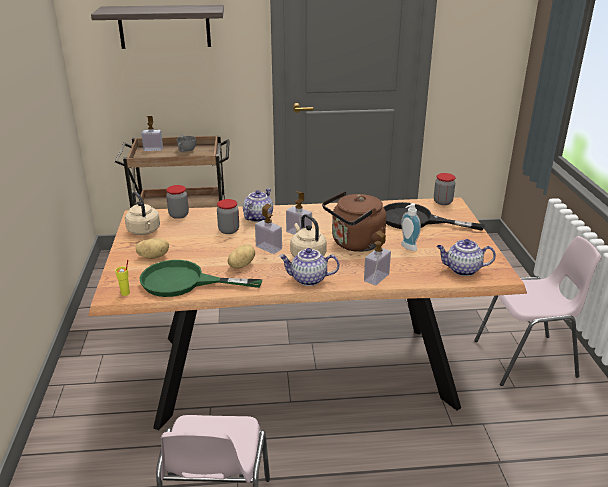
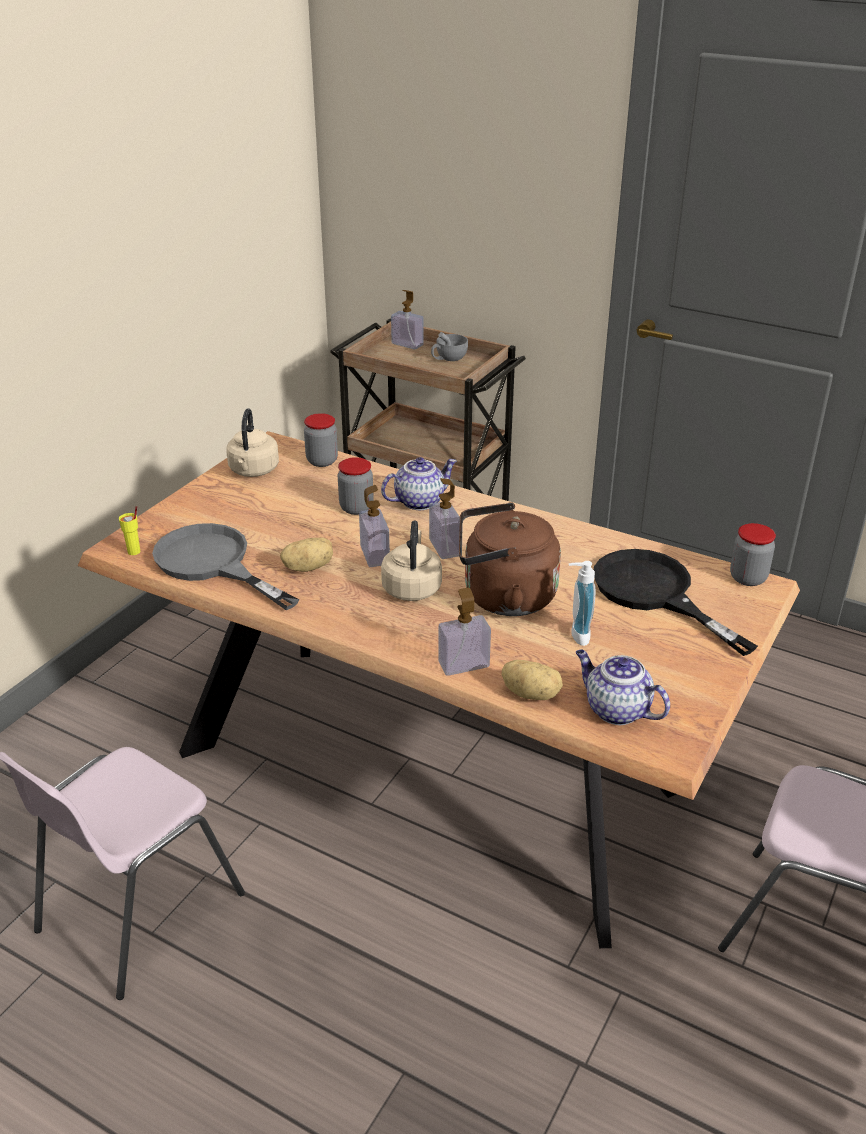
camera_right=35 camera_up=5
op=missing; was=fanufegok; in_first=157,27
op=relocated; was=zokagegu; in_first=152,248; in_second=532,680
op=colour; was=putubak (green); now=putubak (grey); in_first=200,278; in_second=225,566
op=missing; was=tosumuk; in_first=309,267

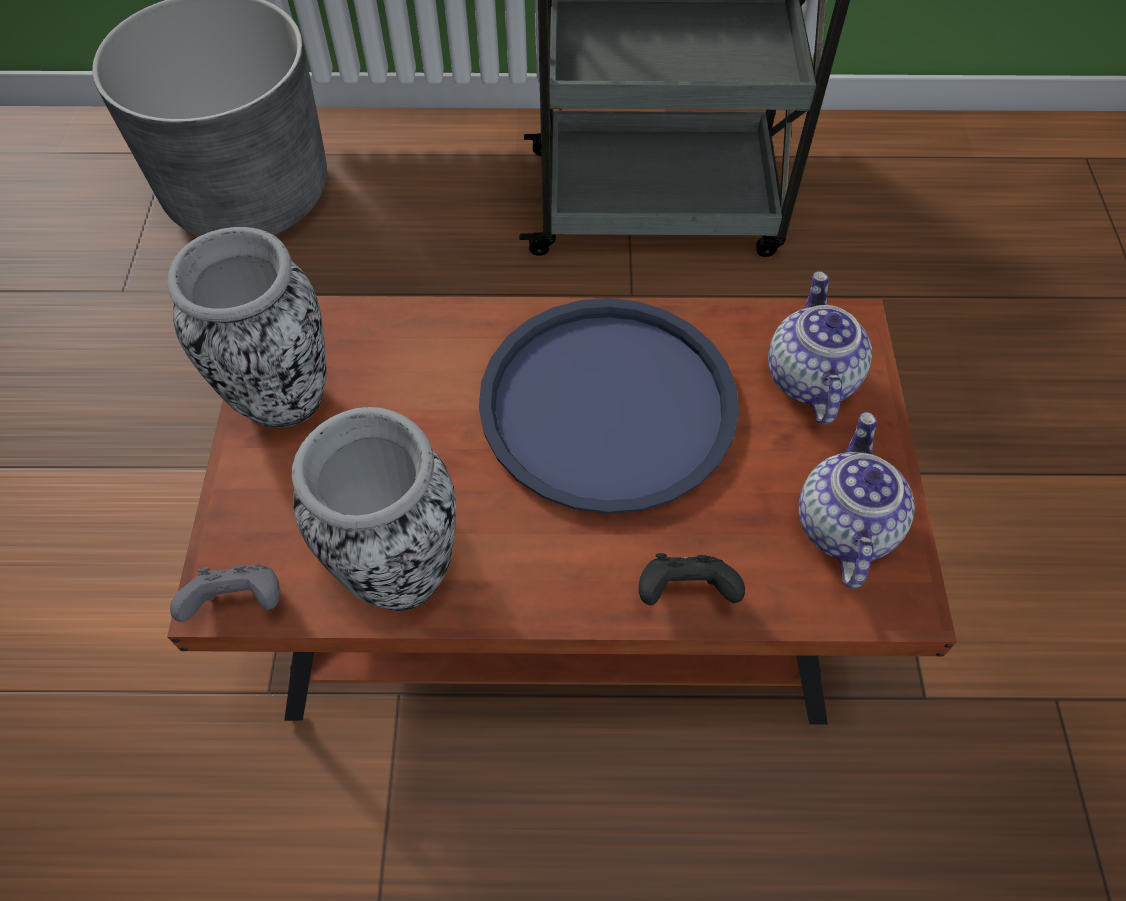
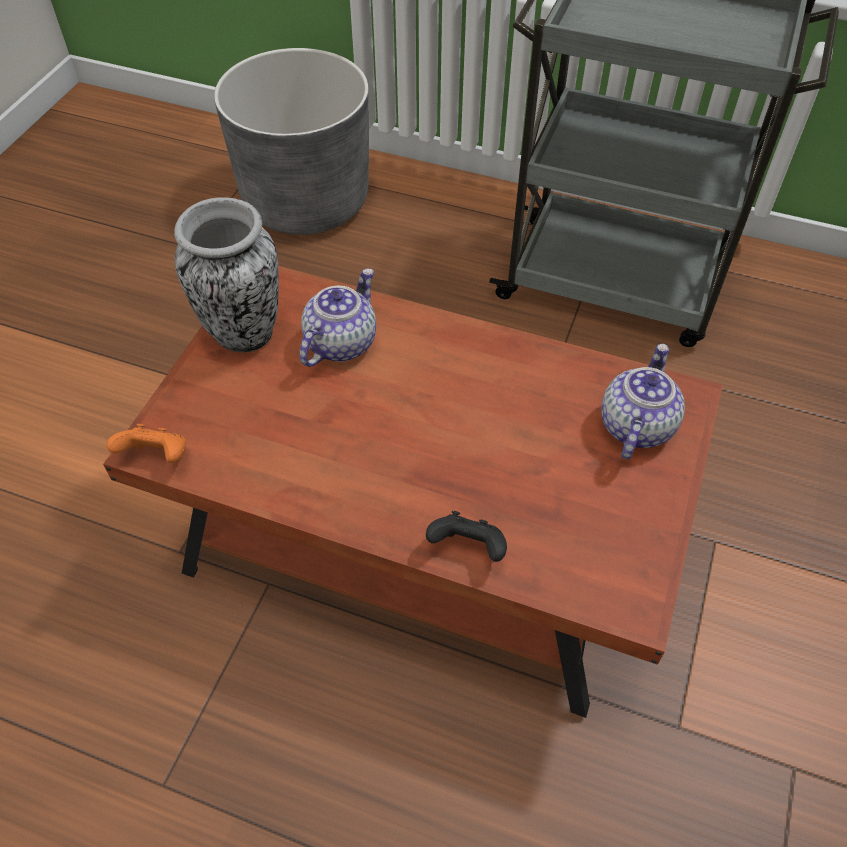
camera_right=20 camera_up=-5
op=colour; was=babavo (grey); now=babavo (orange); in_first=225,593; in_second=146,443
op=missing; was=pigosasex; in_first=374,509
op=missing; was=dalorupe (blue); in_first=609,406
op=relocated; was=tosumuk; in_first=857,500; in_second=337,317

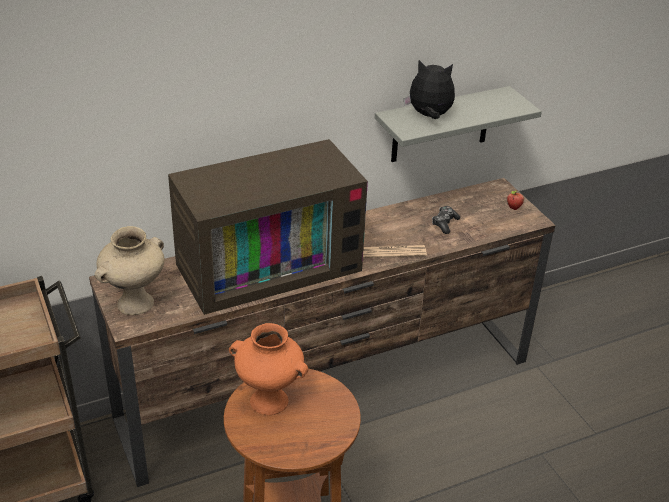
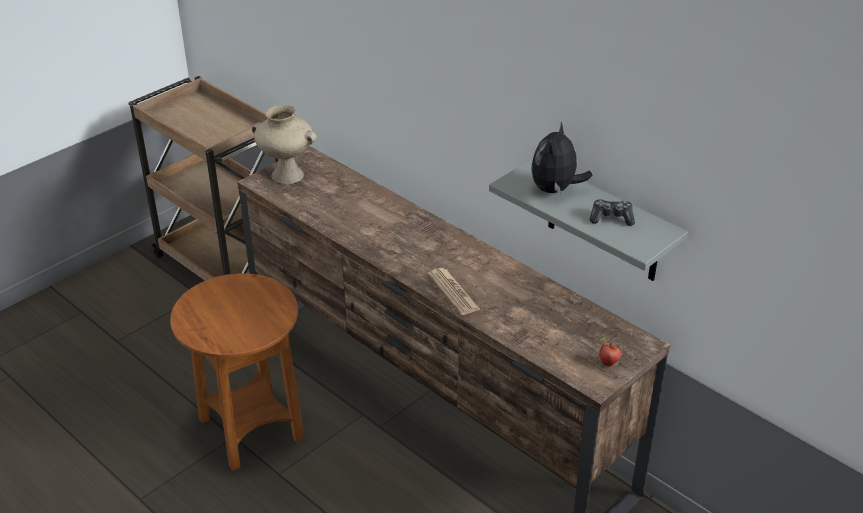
camera_right=70 camera_up=0
op=missing; was=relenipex; in_first=268,227
op=missing; was=pigosasex (orange); in_first=268,369
op=spun; was=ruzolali; in_first=429,89; in_second=561,158; clockwise=-150
op=relocated; was=babavo; in_first=446,220; in_second=612,212

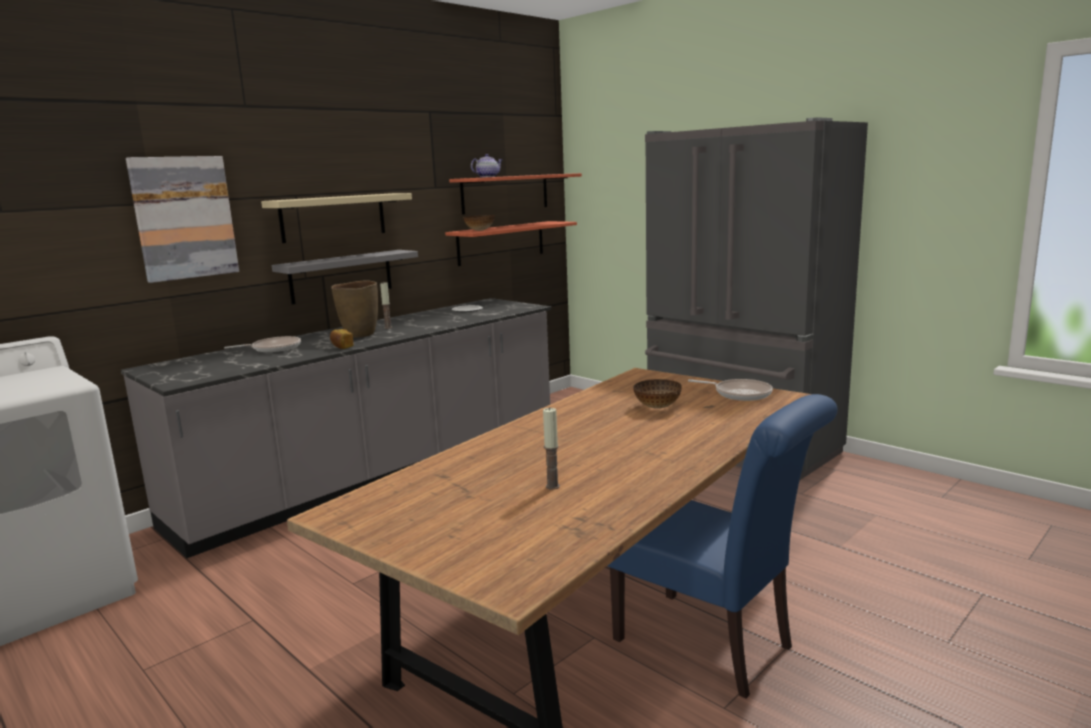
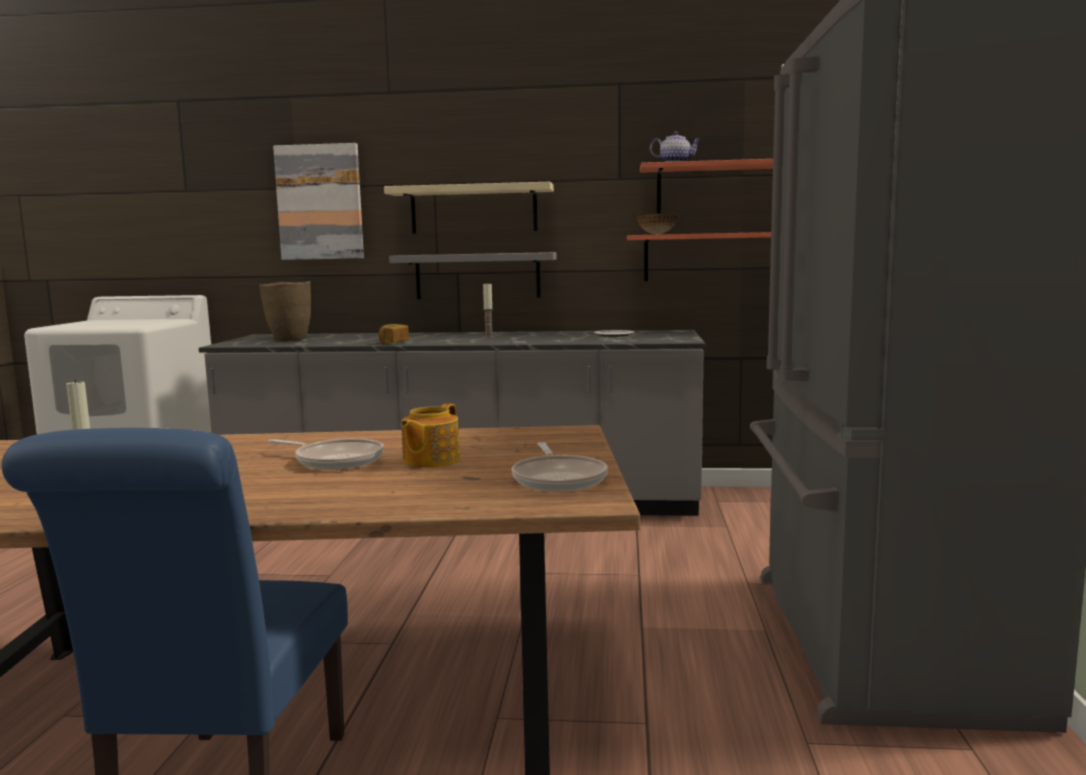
camera_right=50 camera_up=-5
op=relocated; was=putubak; in_first=262,344; in_second=326,454
op=relocated; was=pigosasex (brown); in_first=354,309; in_second=285,311
op=exchanged; was=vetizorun; now=tosumuk; in_first=657,394; in_second=430,435

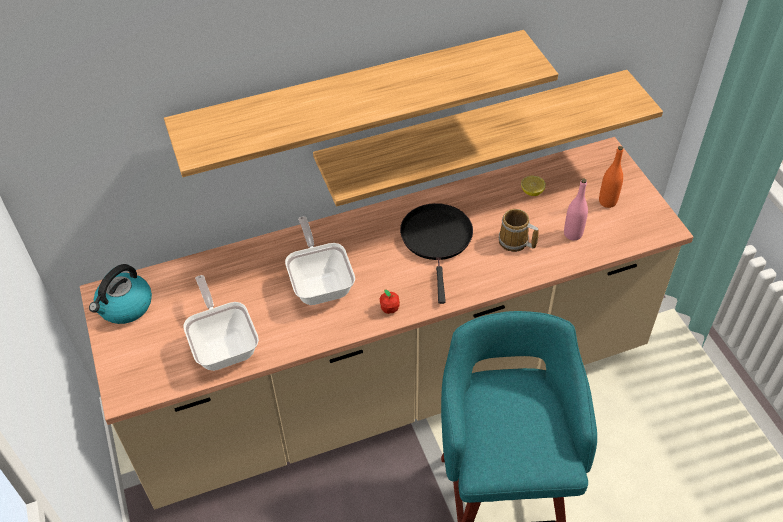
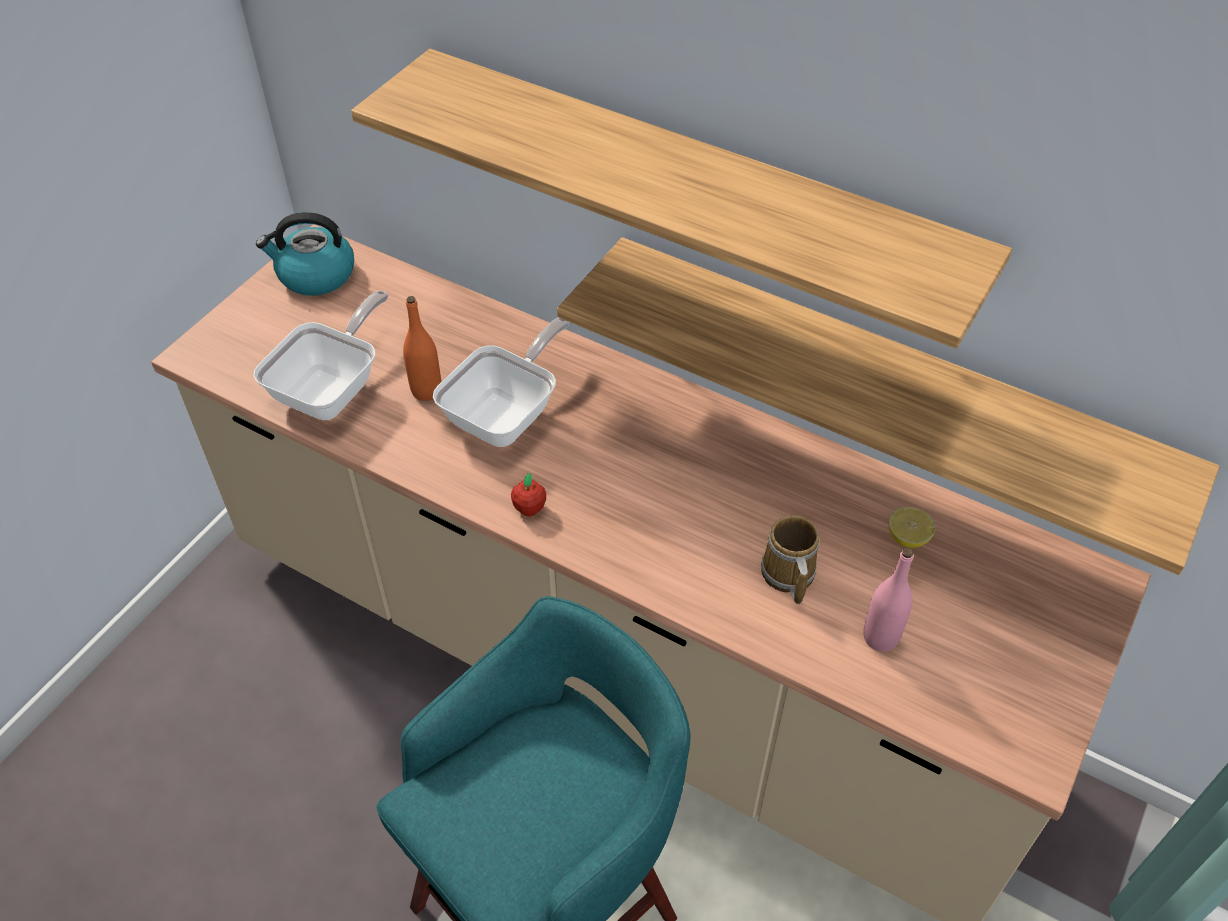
camera_right=50 camera_up=0
op=missing; was=putubak (black); in_first=436,253
op=relocated; was=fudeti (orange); in_first=611,177; in_second=422,348

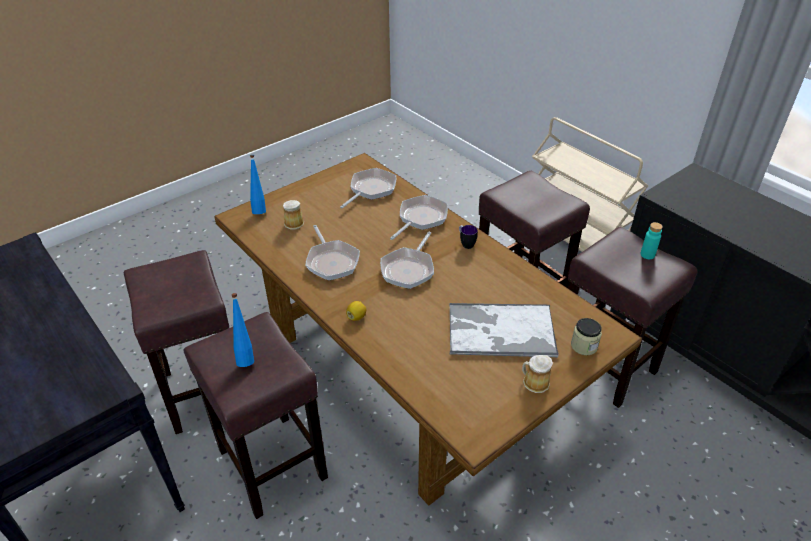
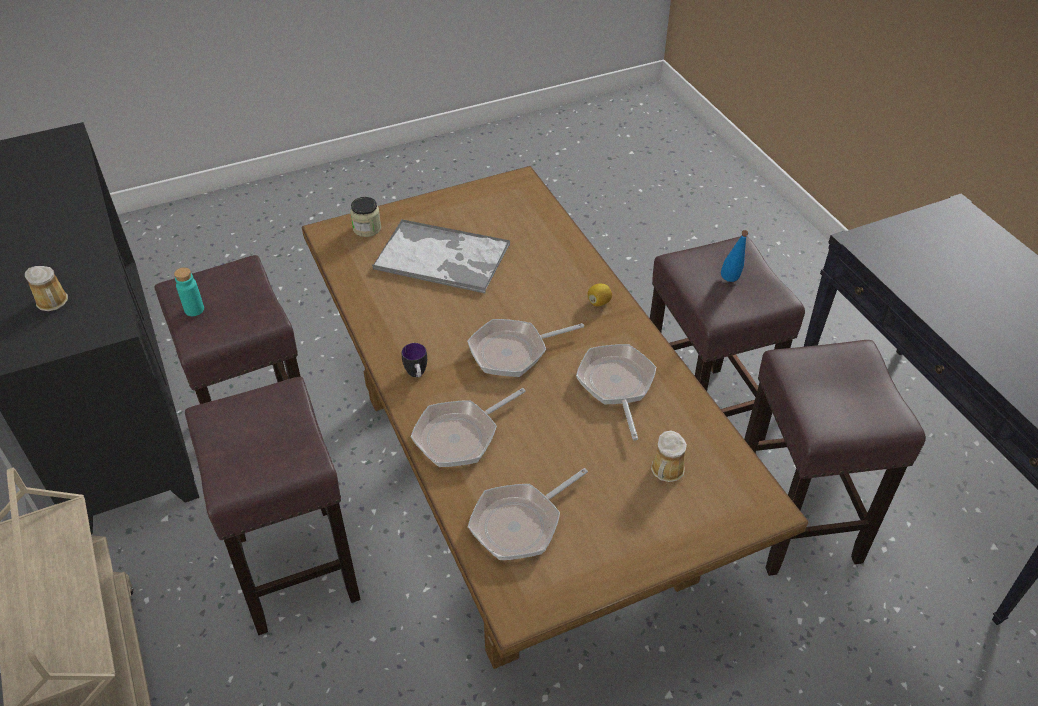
camera_right=-165 camera_up=5
op=missing; was=fudeti (blue); in_first=258,184
op=spun; was=putubak; in_first=407,260; in_second=525,348; clockwise=-150
op=relocated; was=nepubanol; in_first=537,374; in_second=46,288

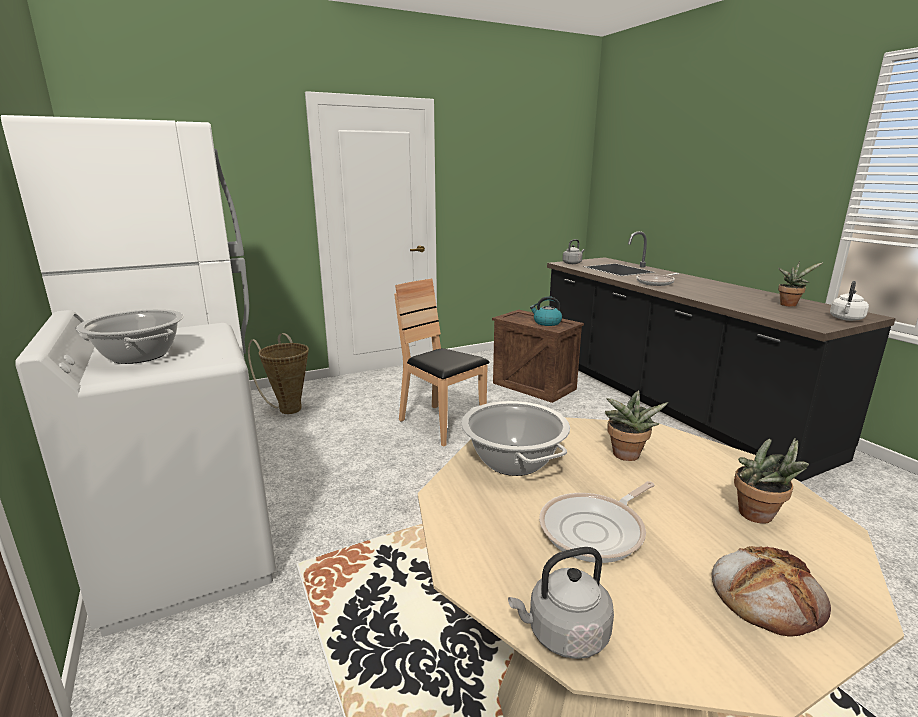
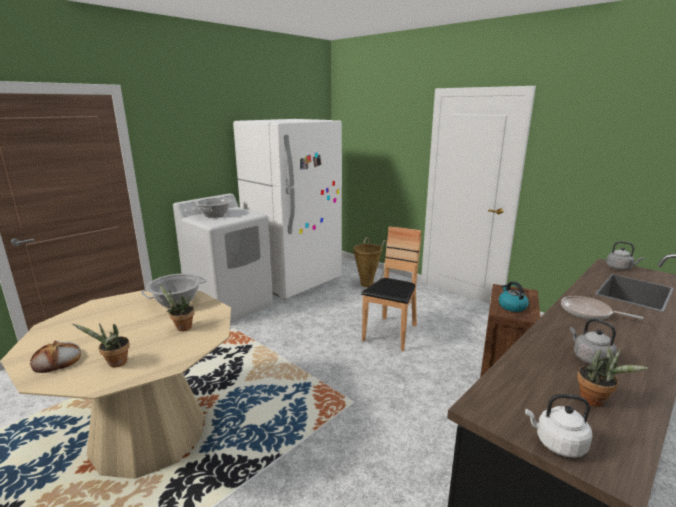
camera_right=70 camera_up=0
op=relocated; was=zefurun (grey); in_first=561,603; in_second=593,342
op=missing; was=putubak; in_first=596,522

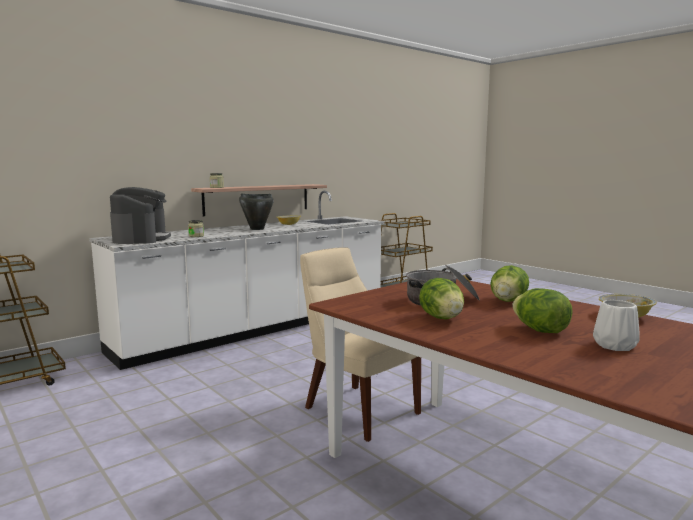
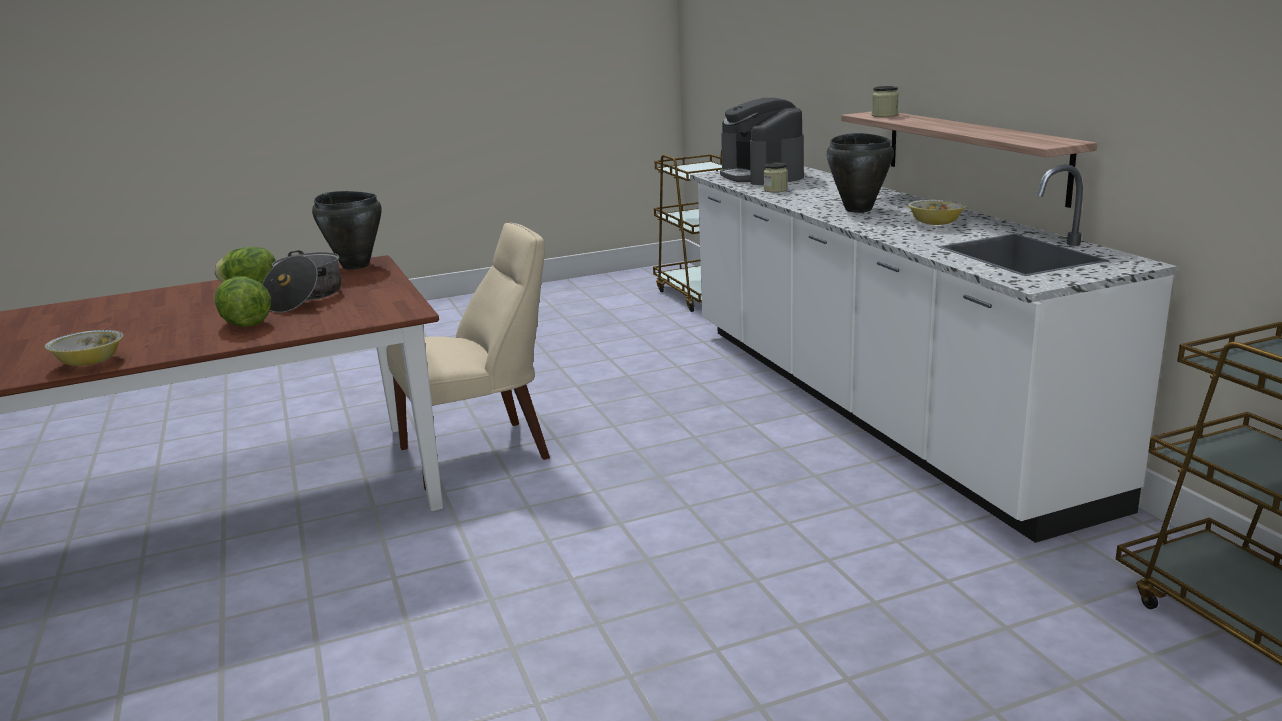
camera_right=110 camera_up=10
op=spun; was=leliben; in_first=140,215; in_second=762,141; clockwise=60
op=missing; was=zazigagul; in_first=542,310
op=missing; was=pigosasex (white); in_first=616,325
op=appeared; now=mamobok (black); in_second=347,230

